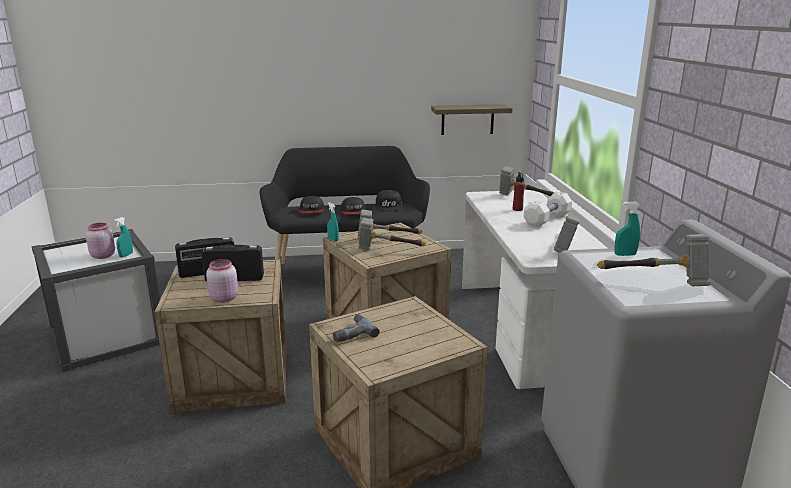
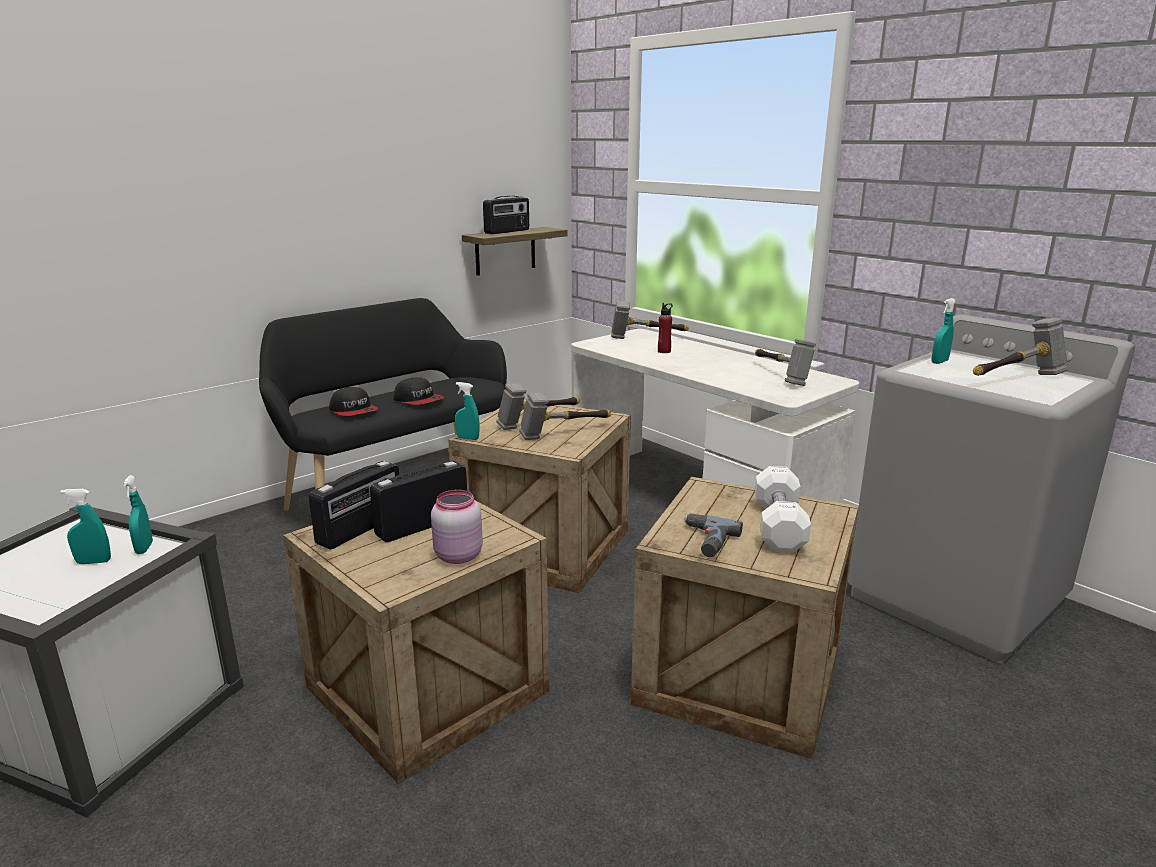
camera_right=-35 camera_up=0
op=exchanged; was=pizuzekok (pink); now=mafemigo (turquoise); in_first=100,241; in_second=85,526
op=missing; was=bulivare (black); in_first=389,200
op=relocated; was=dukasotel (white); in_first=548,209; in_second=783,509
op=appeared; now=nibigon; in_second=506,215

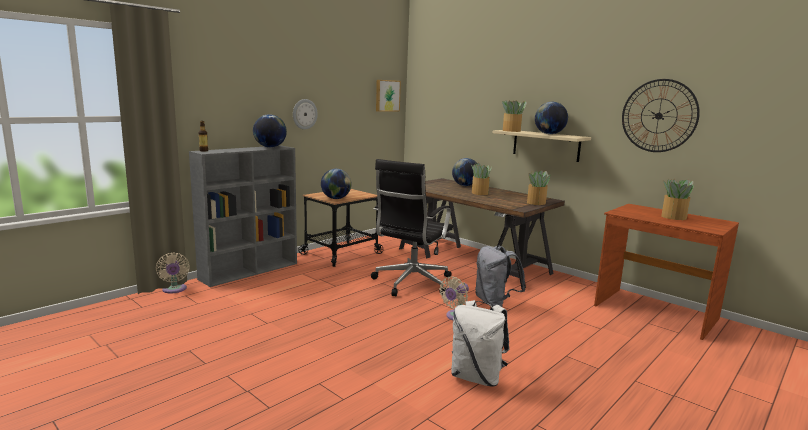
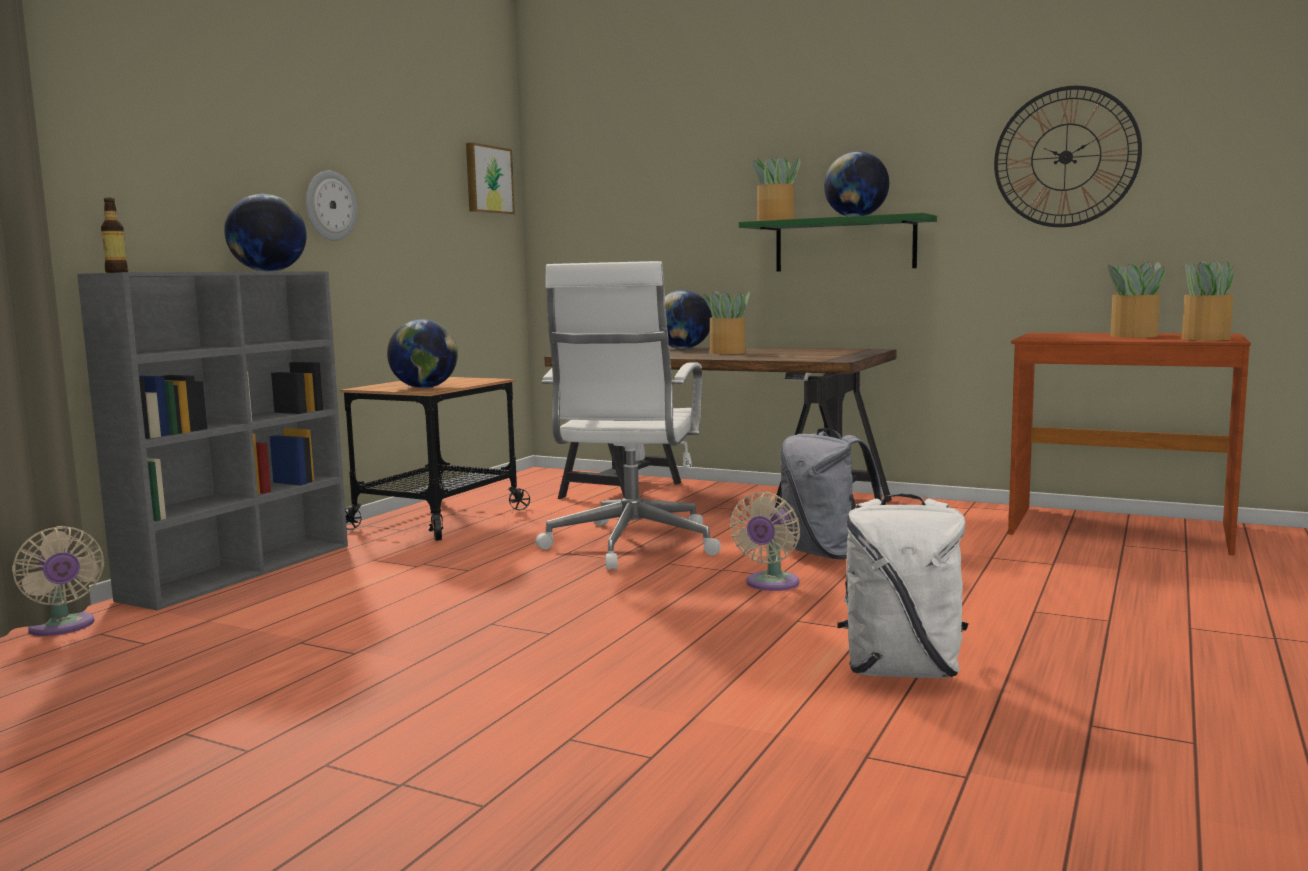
camera_right=-15 camera_up=-5
op=colour; was=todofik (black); now=todofik (white); in_first=412,227; in_second=628,415
op=colour; was=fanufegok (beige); now=fanufegok (green); in_first=542,146; in_second=838,242
op=relocated; was=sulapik; in_first=538,187; in_second=1210,300

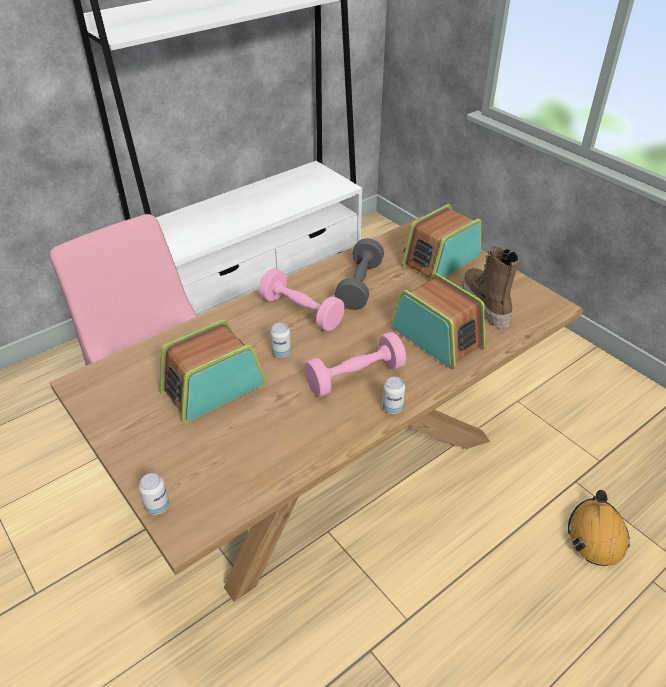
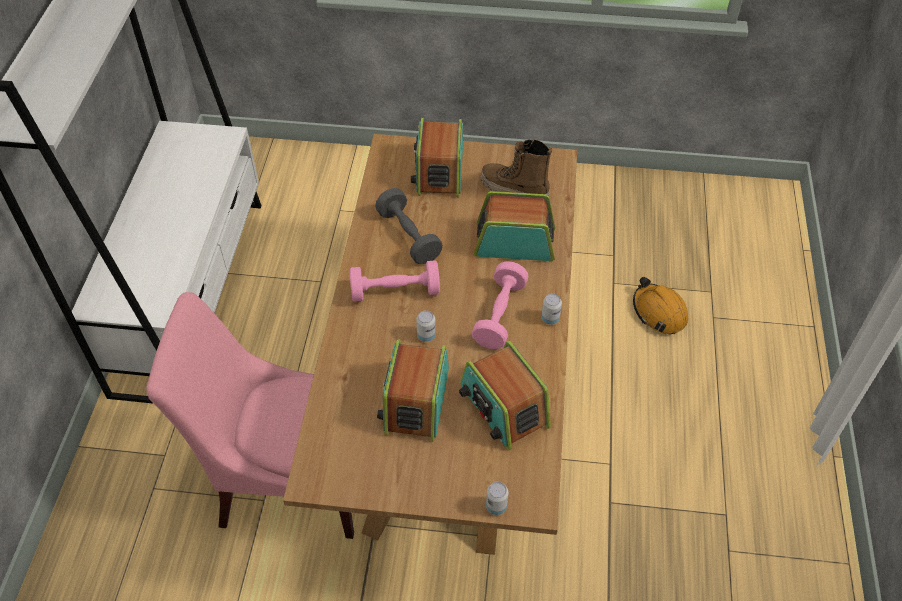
camera_right=-45 camera_up=10
op=appeared; now=nibigon; in_second=505,395

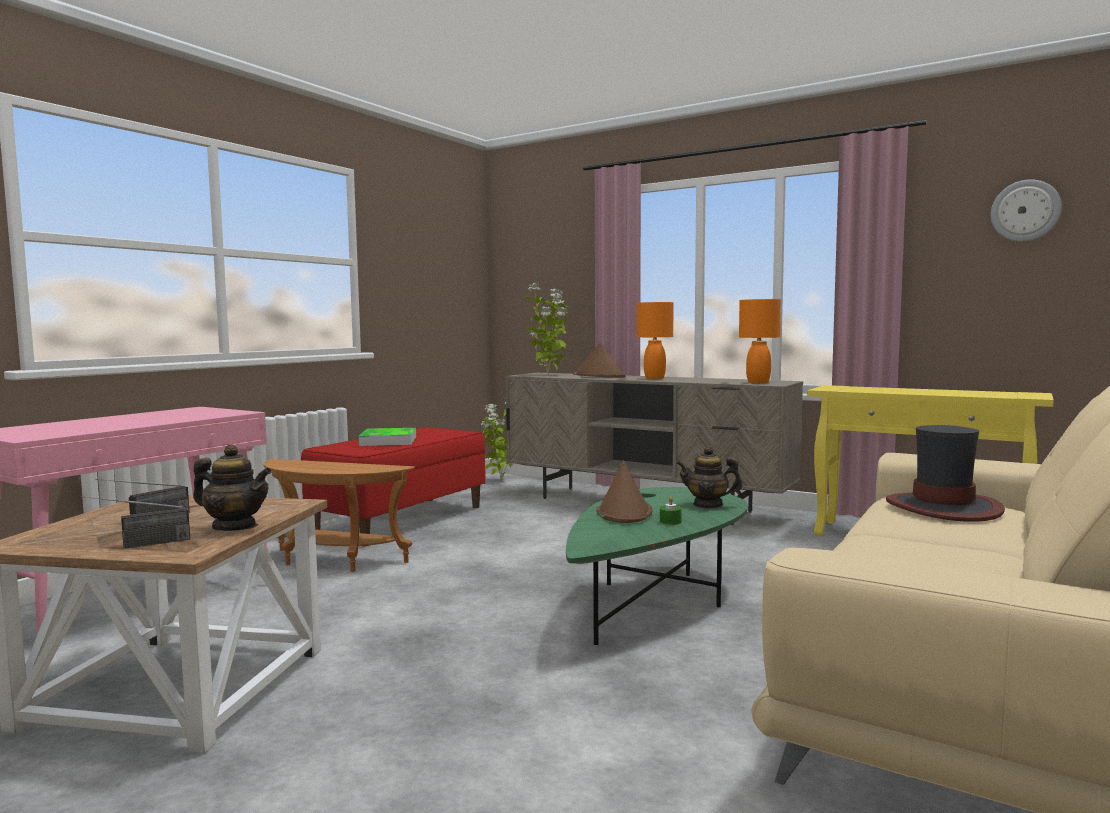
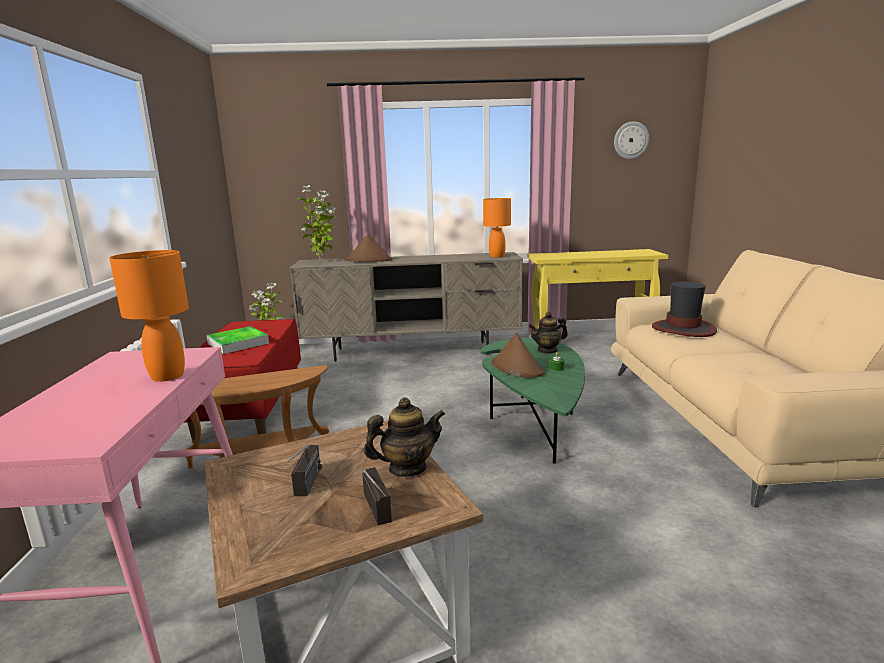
camera_right=-35 camera_up=10
op=spun; was=nibigon; in_first=135,522; in_second=377,496; clockwise=-45
op=relocated; was=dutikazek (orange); in_first=655,340; in_second=149,316

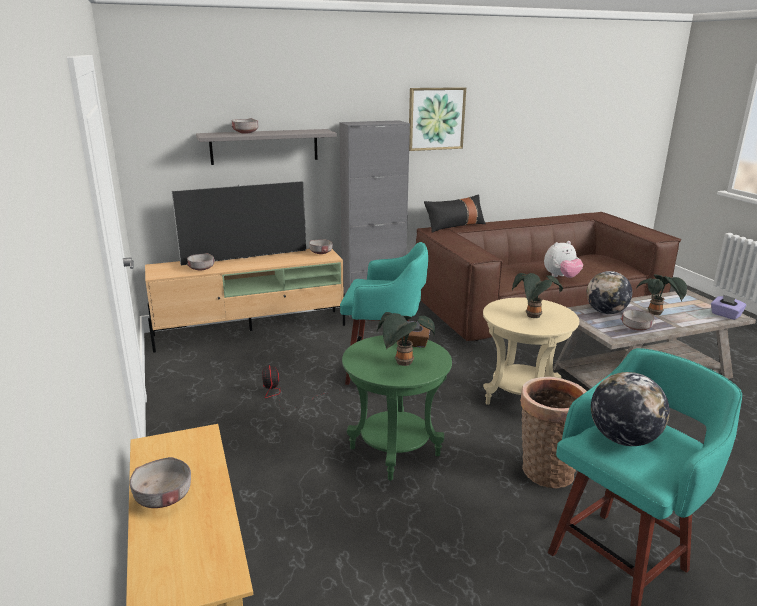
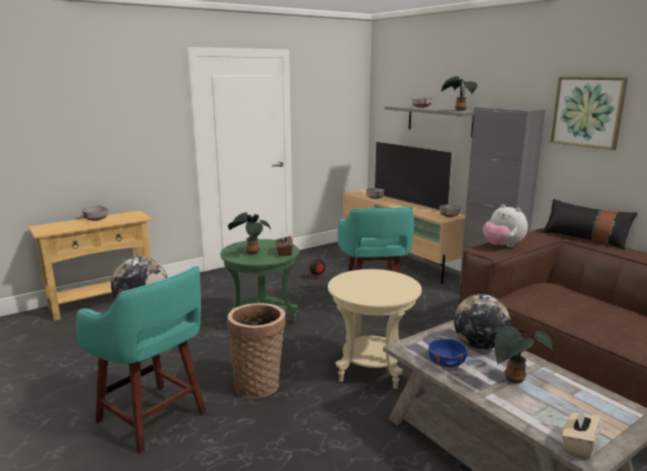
camera_right=75 camera_up=-5
op=relocated; was=sulapik; in_first=537,295; in_second=459,93
op=relocated; was=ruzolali; in_first=563,259; in_second=505,225
op=colour; was=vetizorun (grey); now=vetizorun (blue); in_first=638,320; in_second=447,353
op=colour; was=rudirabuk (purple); now=rudirabuk (beige); in_first=729,307; in_second=582,433

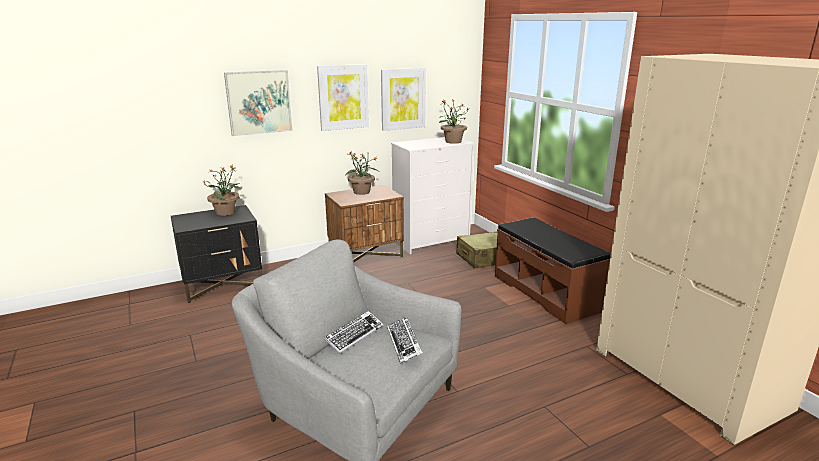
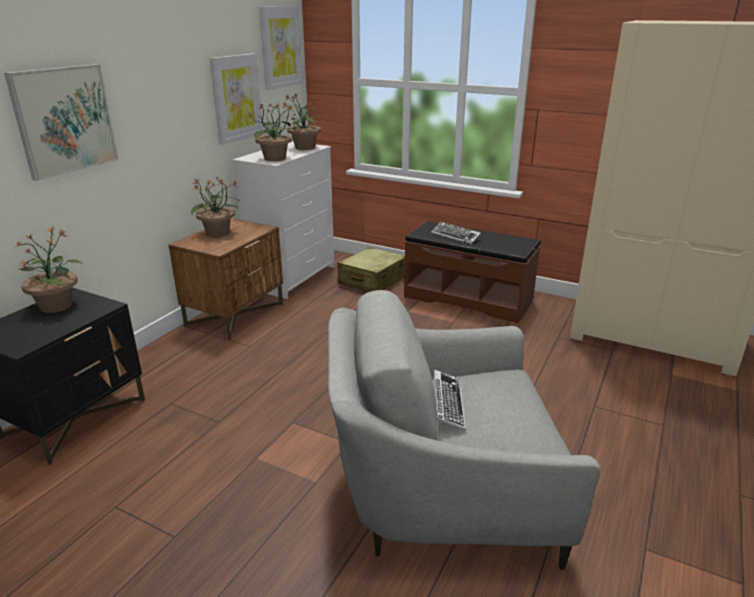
camera_right=-35 camera_up=5
op=relocated; was=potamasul; in_first=343,97; in_second=281,48
op=relocated; was=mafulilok; in_first=405,340; in_second=456,233
op=appeared; now=sulapik; in_second=274,131

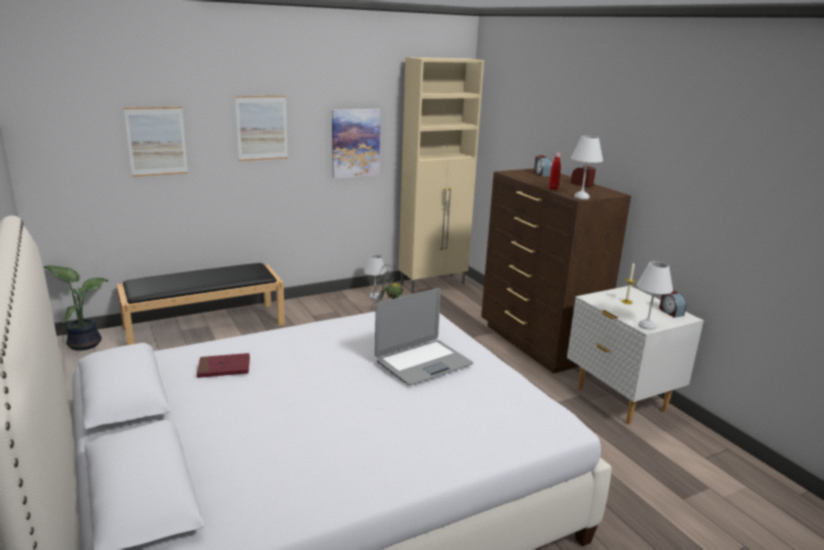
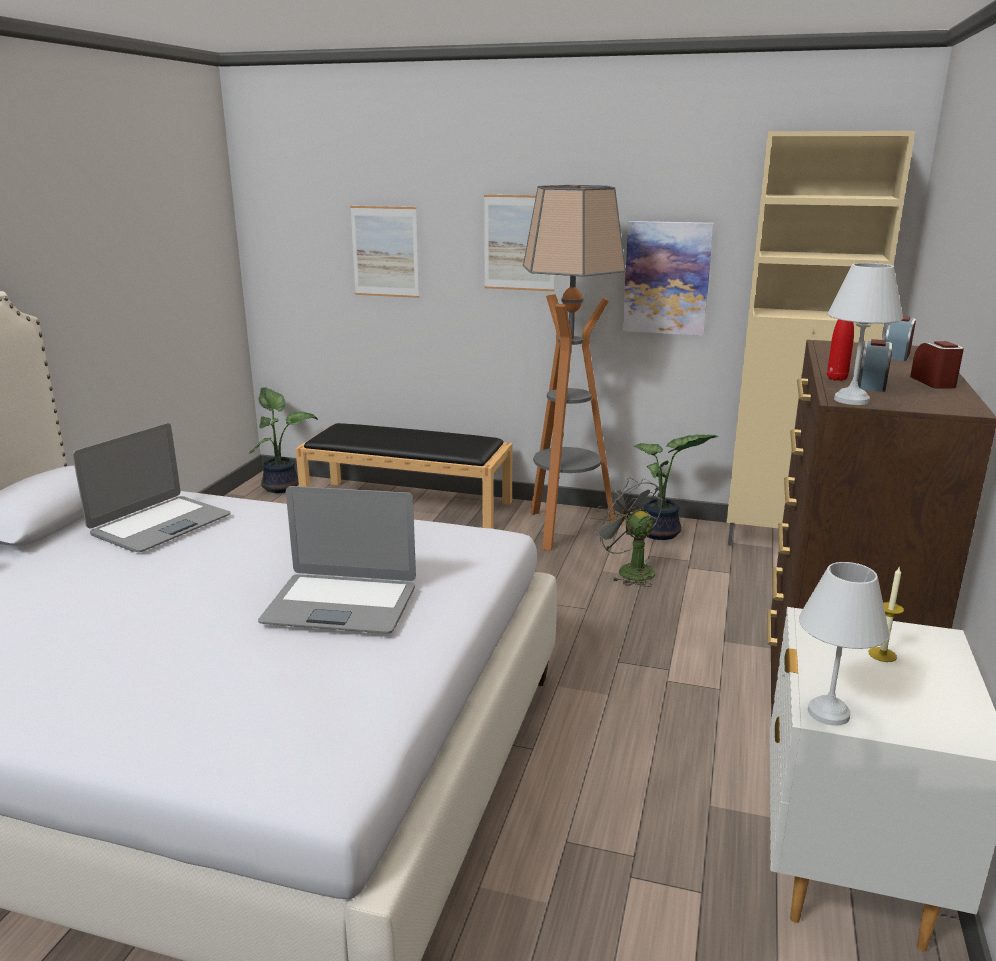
camera_right=45 camera_up=0
op=exchanged; was=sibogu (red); now=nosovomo; in_first=223,365; in_second=151,487
op=exchanged; was=dutikazek (white); now=sulapik; in_first=375,276; in_second=676,487
op=relocated; was=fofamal; in_first=672,304; in_second=875,365
op=appeared; now=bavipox; in_second=574,368

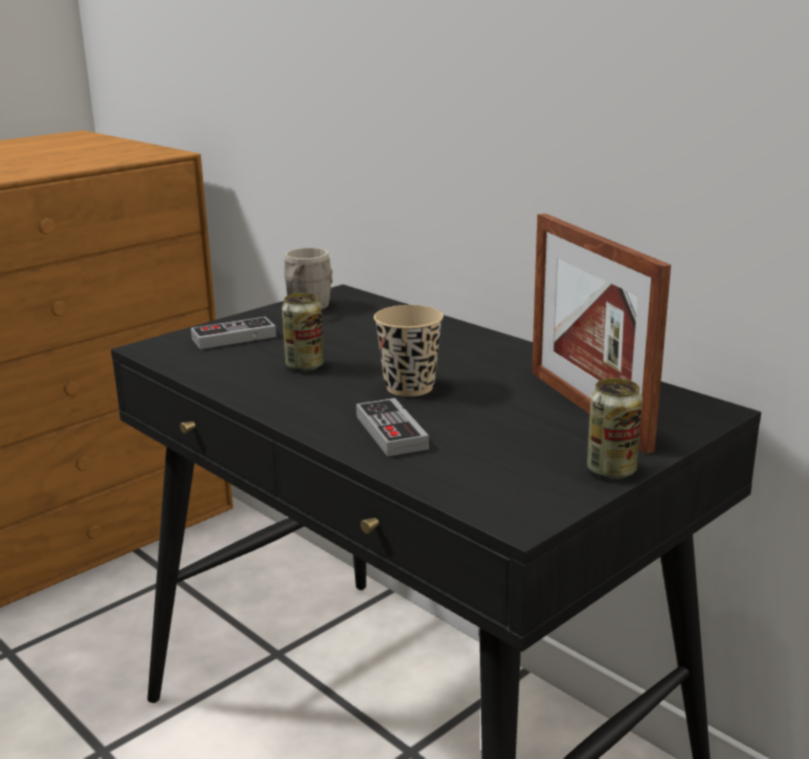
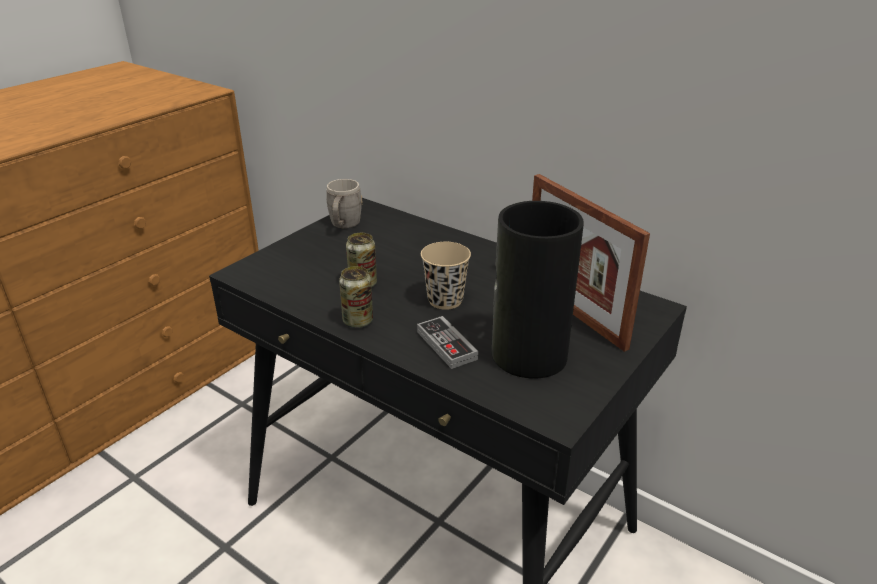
camera_right=-10 camera_up=10
op=missing; was=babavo; in_first=233,332
op=relocated; was=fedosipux; in_first=615,428; in_second=356,297
op=appeared; now=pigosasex; in_second=537,289

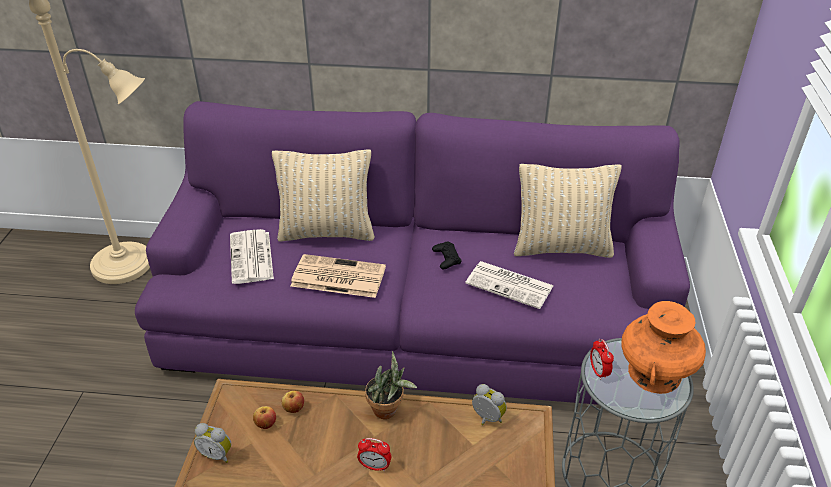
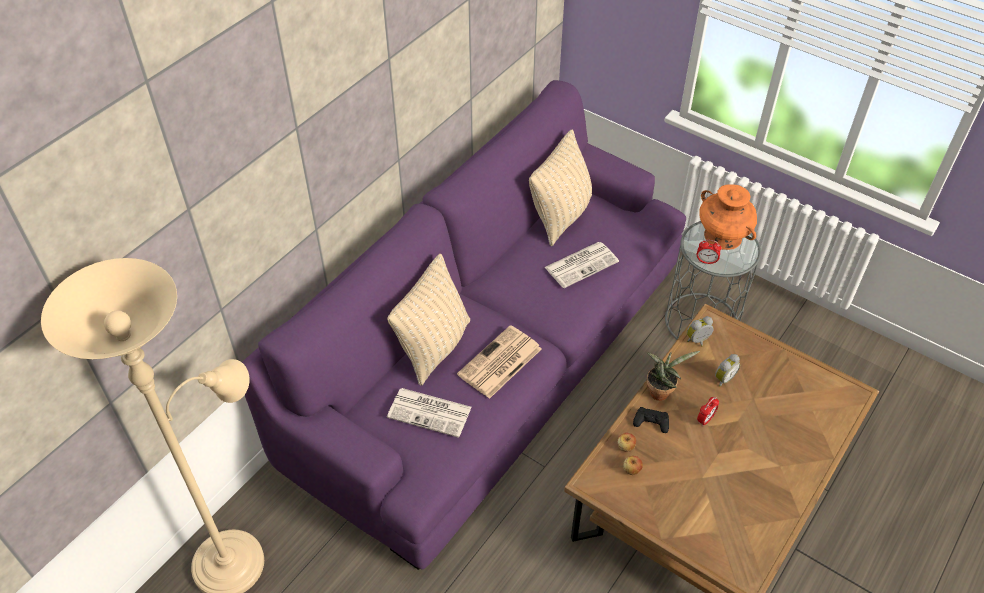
camera_right=-60 camera_up=10
op=relocated; was=fofamal; in_first=212,443; in_second=727,370
op=relocated; was=babavo (black); in_first=447,255; in_second=651,420

